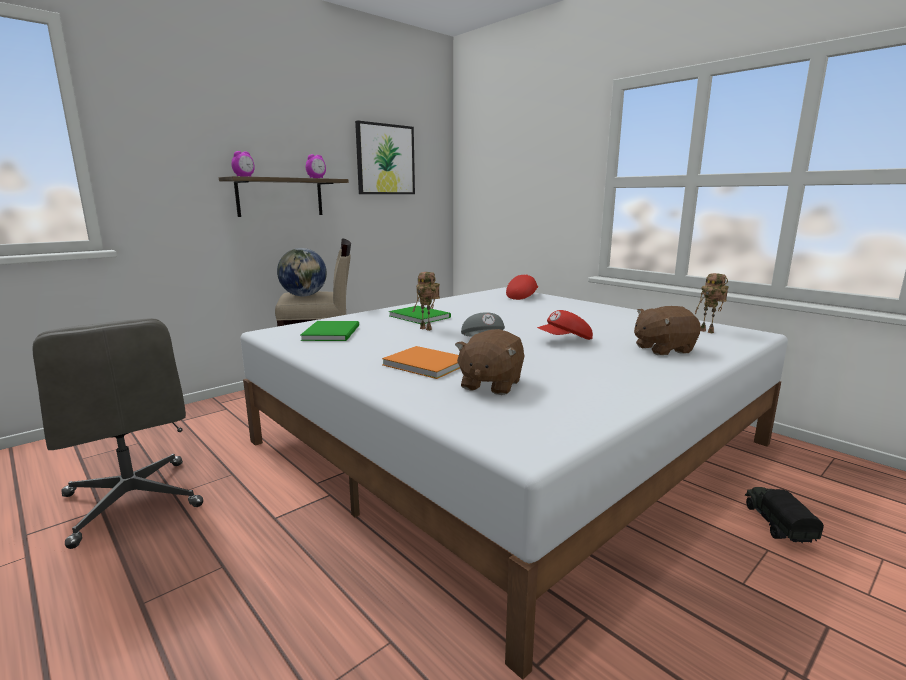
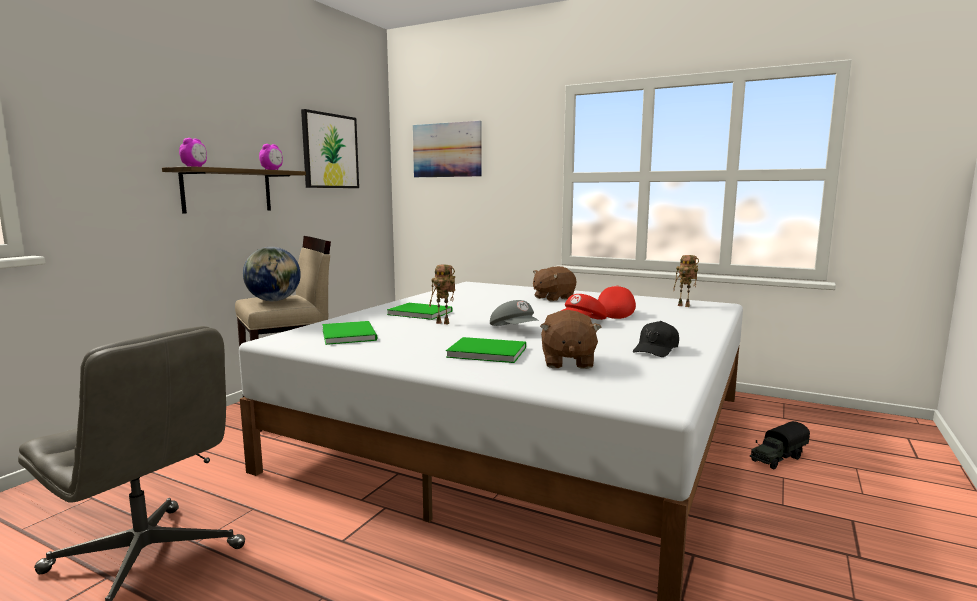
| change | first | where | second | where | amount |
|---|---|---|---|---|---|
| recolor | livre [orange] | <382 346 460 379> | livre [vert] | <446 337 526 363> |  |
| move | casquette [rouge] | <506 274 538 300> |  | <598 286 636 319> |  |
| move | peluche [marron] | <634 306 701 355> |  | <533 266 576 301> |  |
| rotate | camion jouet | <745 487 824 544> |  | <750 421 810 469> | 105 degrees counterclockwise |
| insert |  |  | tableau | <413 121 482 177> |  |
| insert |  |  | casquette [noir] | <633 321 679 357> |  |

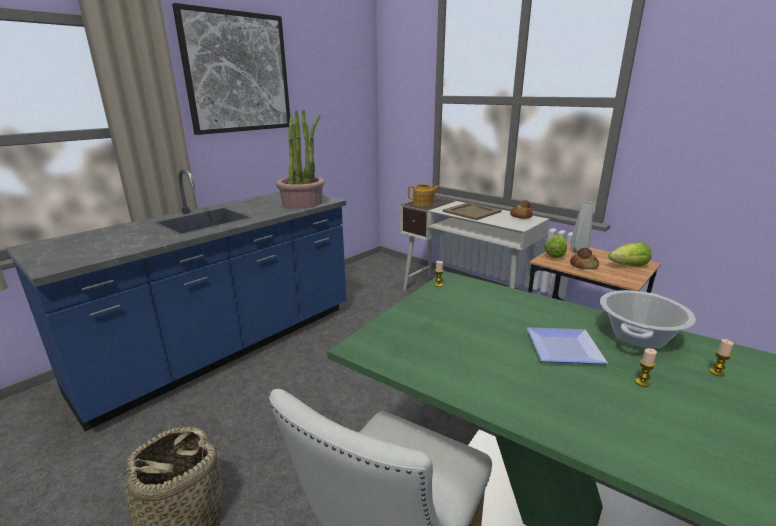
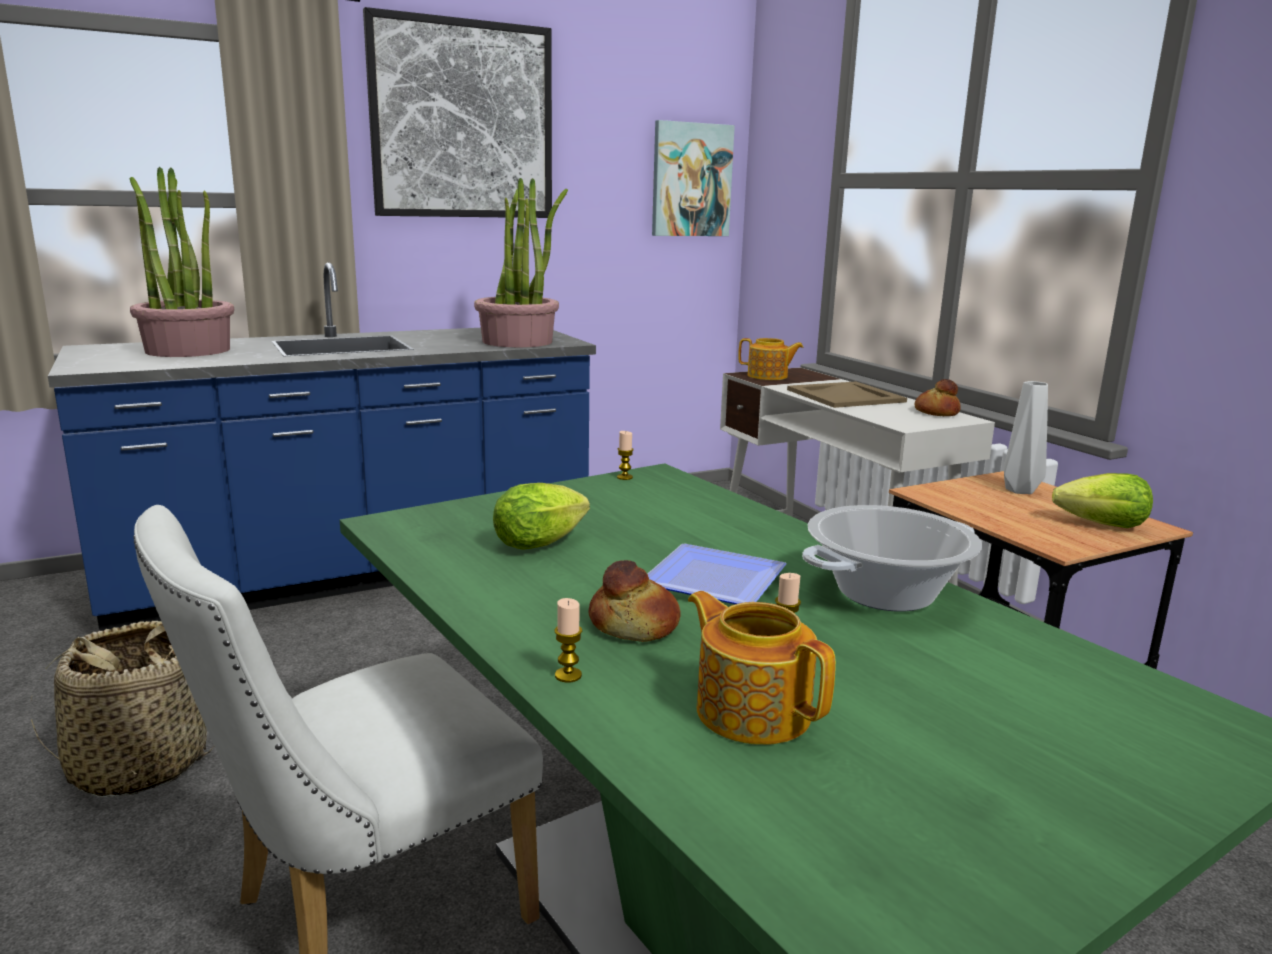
| change | first | where | second | where | amount |
|---|---|---|---|---|---|
| move | laitue | <544 236 567 258> |  | <493 483 590 550> |  |
| move | pain | <570 248 599 269> |  | <589 560 680 642> |  |
| move | bougie | <710 339 734 377> |  | <555 598 582 683> |  |
| insert |  |  | plante en pot | <129 167 234 357> |  |
| insert |  |  | tableau | <652 120 735 236> |  |
| insert |  |  | théière | <688 591 836 745> |  |

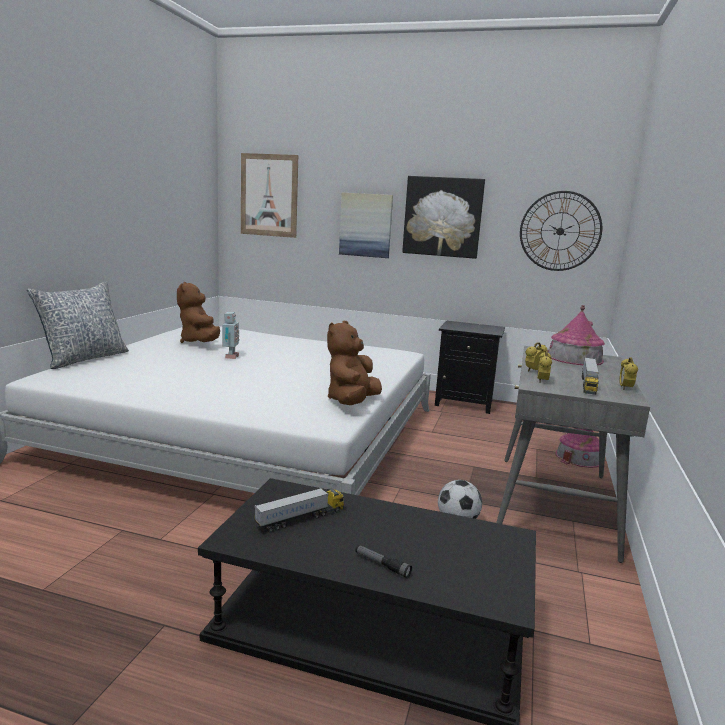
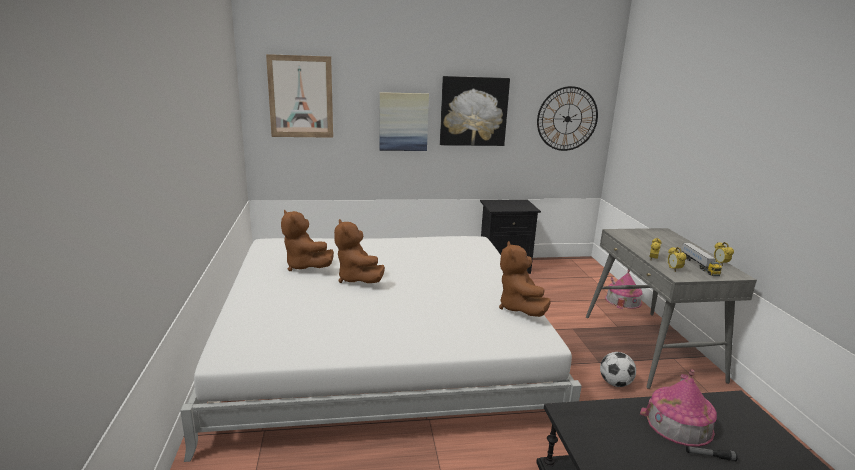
| change | first | where | second | where | amount |
|---|---|---|---|---|---|
| delete | coussin | <27 281 129 369> |  |  |  |
| replace | robot jouet | <222 312 240 359> | peluche [marron] | <334 219 385 283> |  |
| delete | camion jouet | <254 488 344 532> |  |  |  |
| move | maison miniature | <548 305 605 365> |  | <640 369 717 447> |  |

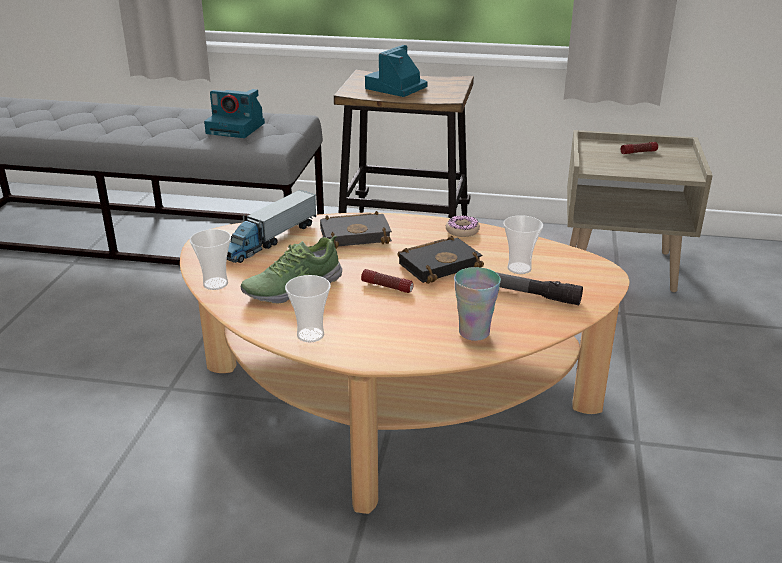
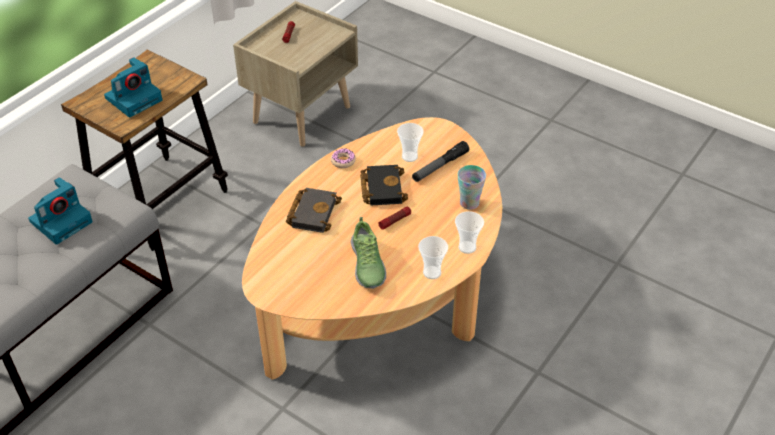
| change | first | where | second | where | amount |
|---|---|---|---|---|---|
| move | tasse | <190 229 231 290> |  | <455 211 484 254> |  |
| delete | camion jouet | <227 190 316 263> |  |  |  |
| rotate | appareil photo | <365 45 427 97> |  | <104 57 162 118> | 105 degrees counterclockwise |

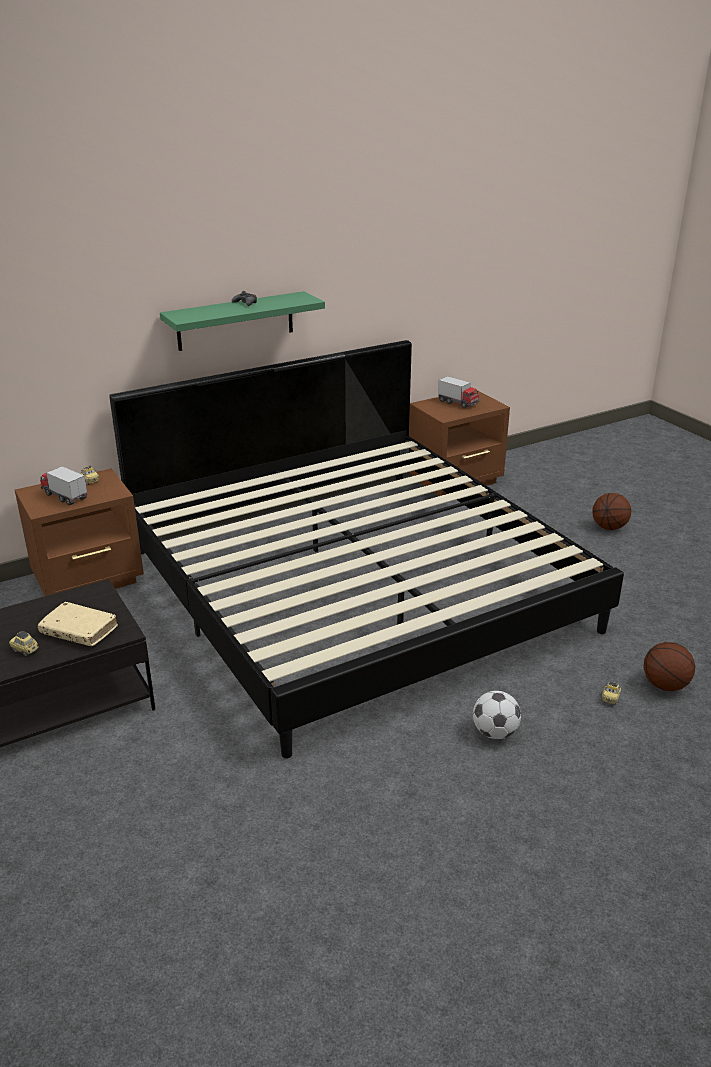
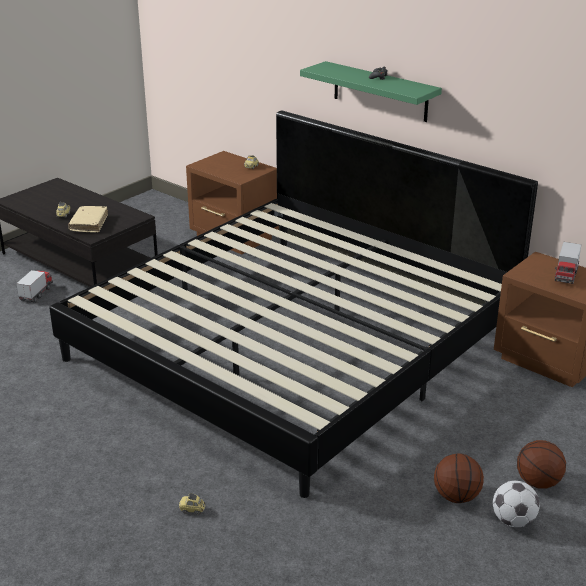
| change | first | where | second | where | amount |
|---|---|---|---|---|---|
| move | camion jouet | <40 466 87 505> |  | <16 270 53 303> |  |
| move | ballon de foot | <473 691 521 739> |  | <493 481 540 527> |  |
| move | ballon de basket | <644 642 695 691> |  | <434 453 484 503> |  |

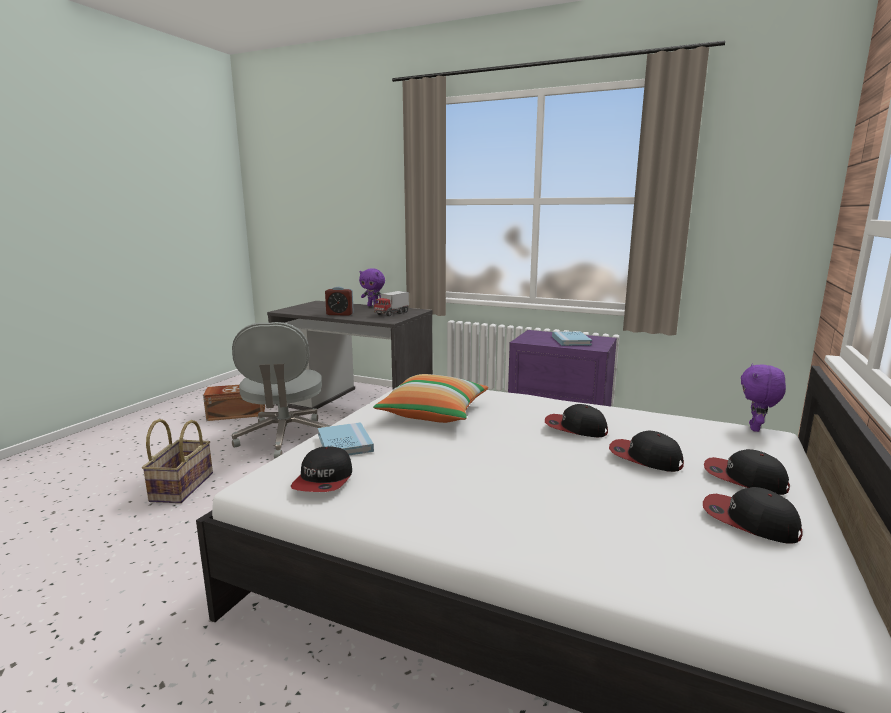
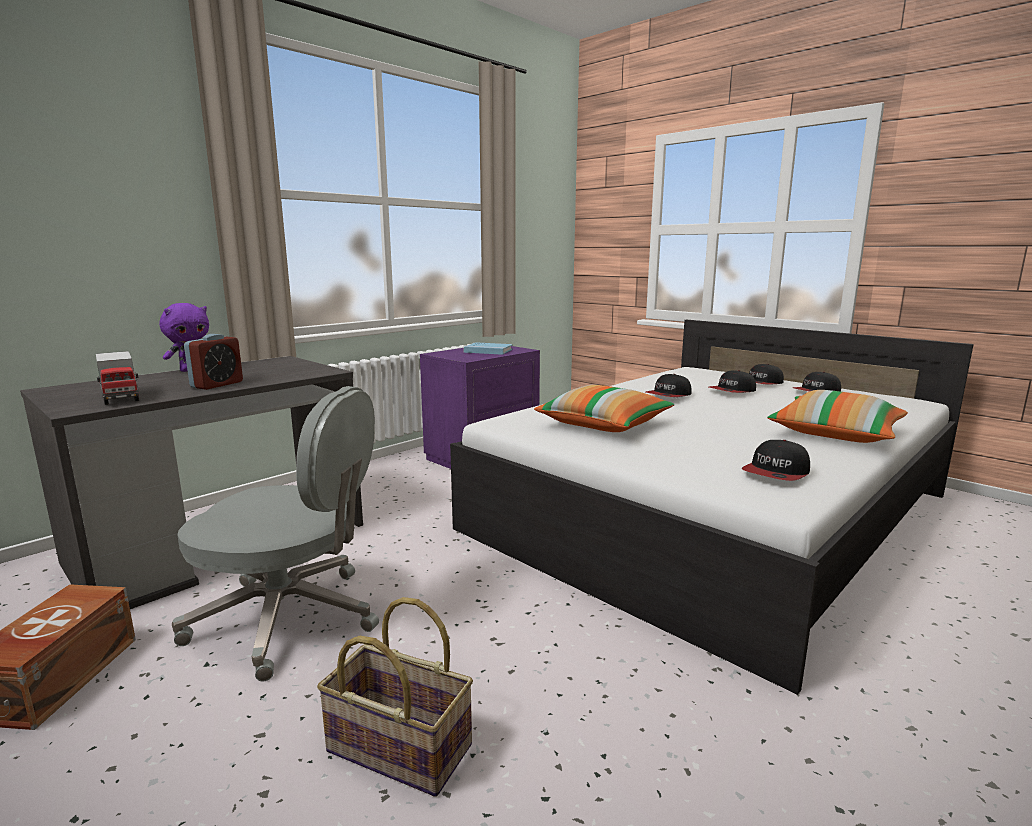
| change | first | where | second | where | amount |
|---|---|---|---|---|---|
| rotate | casquette | <291 446 352 492> |  | <742 440 810 481> | 105 degrees clockwise |
| delete | livre [bleu] | <318 422 374 456> |  |  |  |
| move | camion jouet | <374 291 409 316> |  | <96 351 139 405> |  |
| delete | peluche [violet] | <741 364 786 432> |  |  |  |
| insert |  |  | coussin | <767 390 908 443> |  |

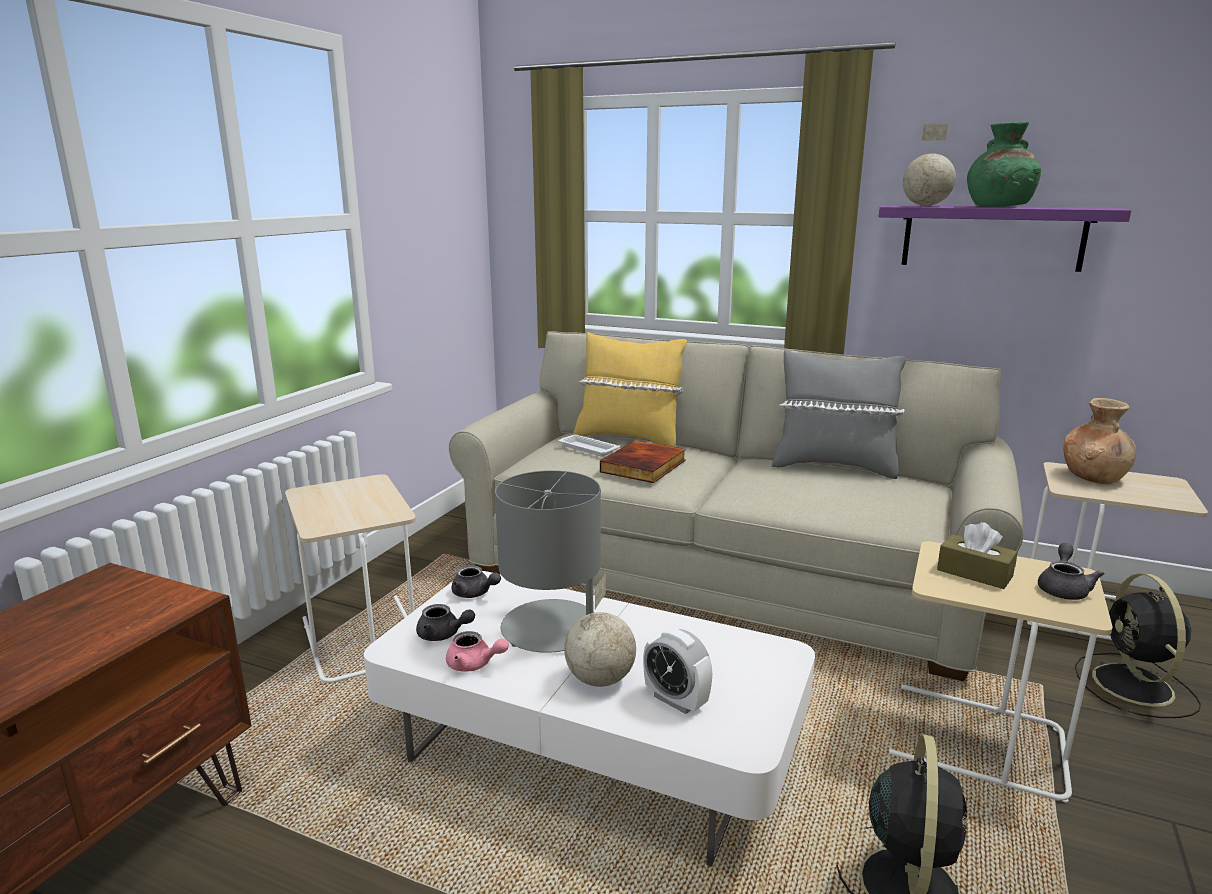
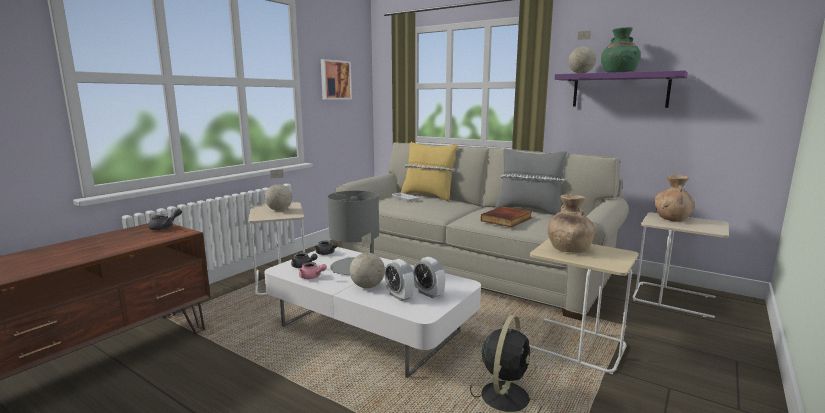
| change | first | where | second | where | amount |
|---|---|---|---|---|---|
| move | livre | <600 440 686 483> |  | <481 207 532 227> |  |
| replace | boîte à mouchoirs [marron] | <937 522 1018 589> | vase [marron] | <548 194 595 253> |  |
| move | théière [gris] | <1038 543 1105 600> |  | <149 208 182 231> |  |
| delete | ventilateur [noir] | <1075 573 1201 718> |  |  |  |
| insert |  |  | globe | <265 170 292 211> |  |
| insert |  |  | tableau | <321 59 352 100> |  |
| insert |  |  | réveil | <413 257 445 298> |  |

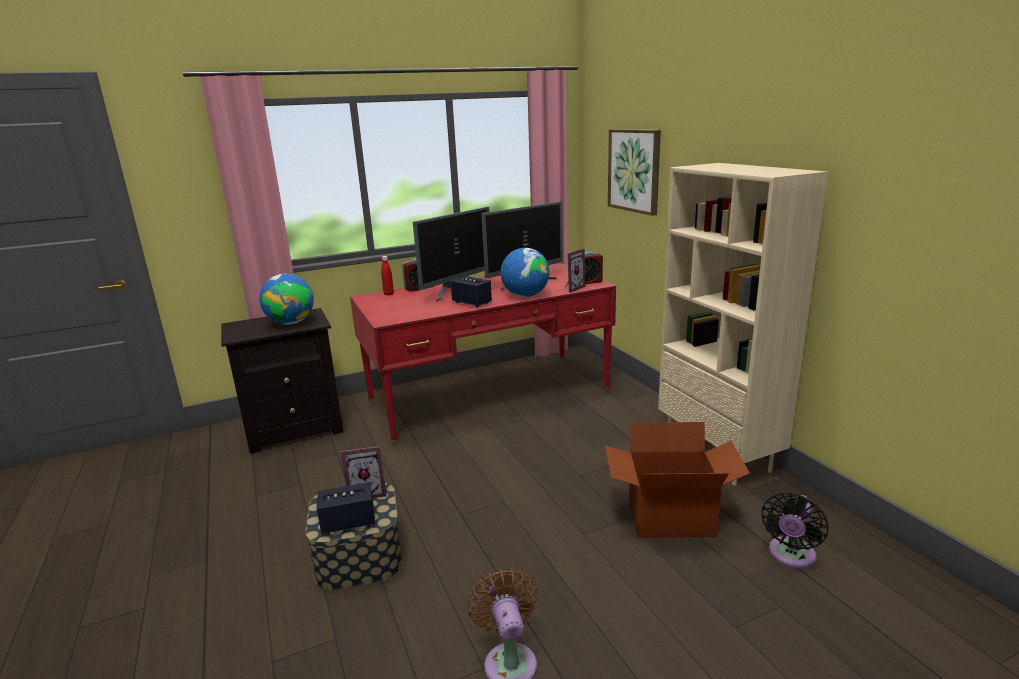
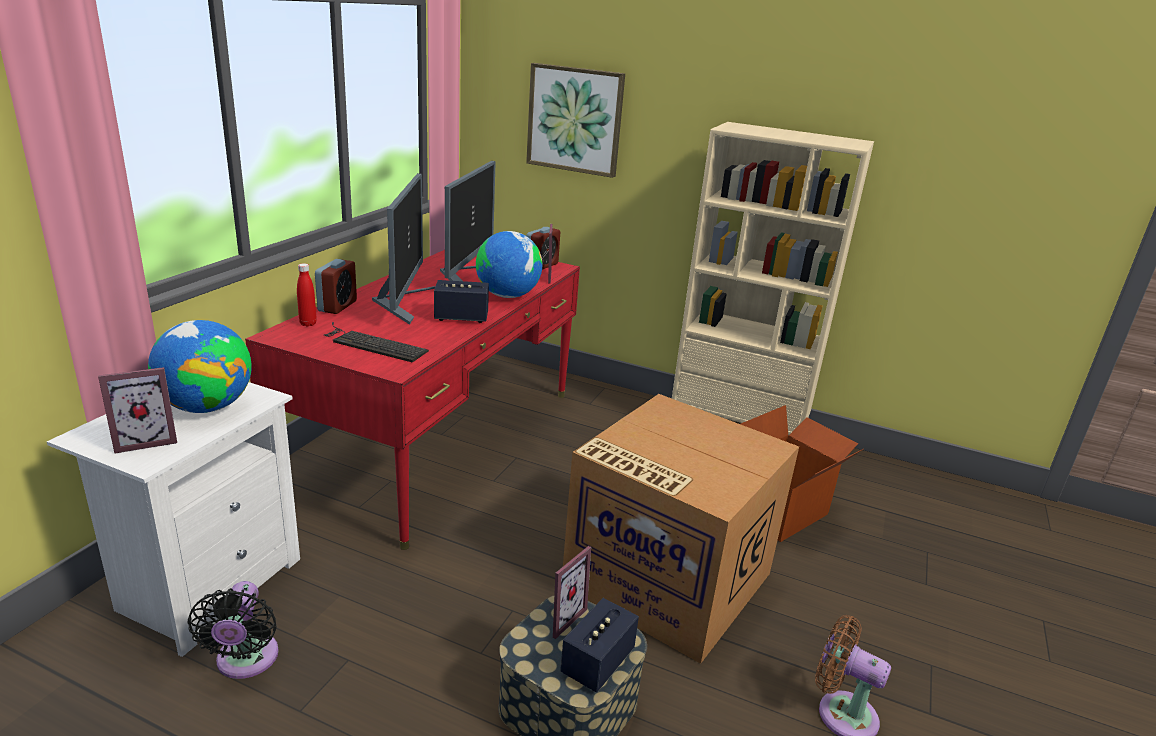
| change | first | where | second | where | amount |
|---|---|---|---|---|---|
| recolor | table de chevet [noir] | <221 308 343 454> | table de chevet [blanc] | <47 382 300 657> |  |
| move | ventilateur [noir] | <762 492 829 568> |  | <188 581 278 679> |  |
| insert |  |  | cadre photo | <98 367 177 453> |  |
| insert |  |  | clavier | <324 322 429 362> |  |
| insert |  |  | carton | <563 394 799 664> |  |

